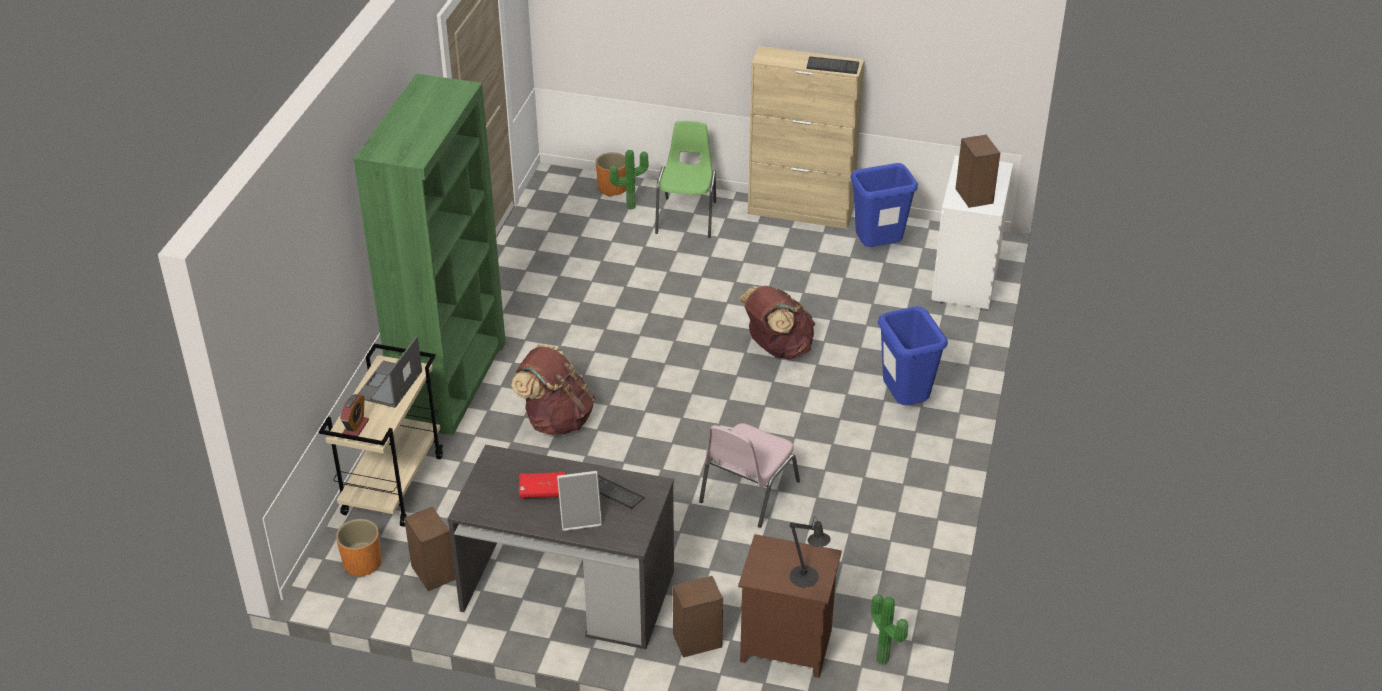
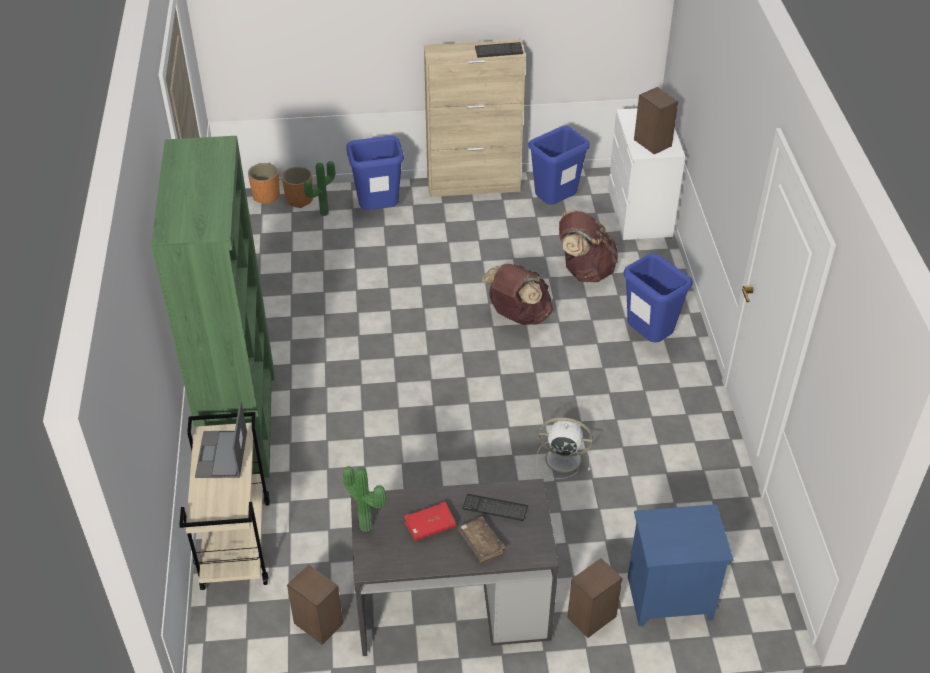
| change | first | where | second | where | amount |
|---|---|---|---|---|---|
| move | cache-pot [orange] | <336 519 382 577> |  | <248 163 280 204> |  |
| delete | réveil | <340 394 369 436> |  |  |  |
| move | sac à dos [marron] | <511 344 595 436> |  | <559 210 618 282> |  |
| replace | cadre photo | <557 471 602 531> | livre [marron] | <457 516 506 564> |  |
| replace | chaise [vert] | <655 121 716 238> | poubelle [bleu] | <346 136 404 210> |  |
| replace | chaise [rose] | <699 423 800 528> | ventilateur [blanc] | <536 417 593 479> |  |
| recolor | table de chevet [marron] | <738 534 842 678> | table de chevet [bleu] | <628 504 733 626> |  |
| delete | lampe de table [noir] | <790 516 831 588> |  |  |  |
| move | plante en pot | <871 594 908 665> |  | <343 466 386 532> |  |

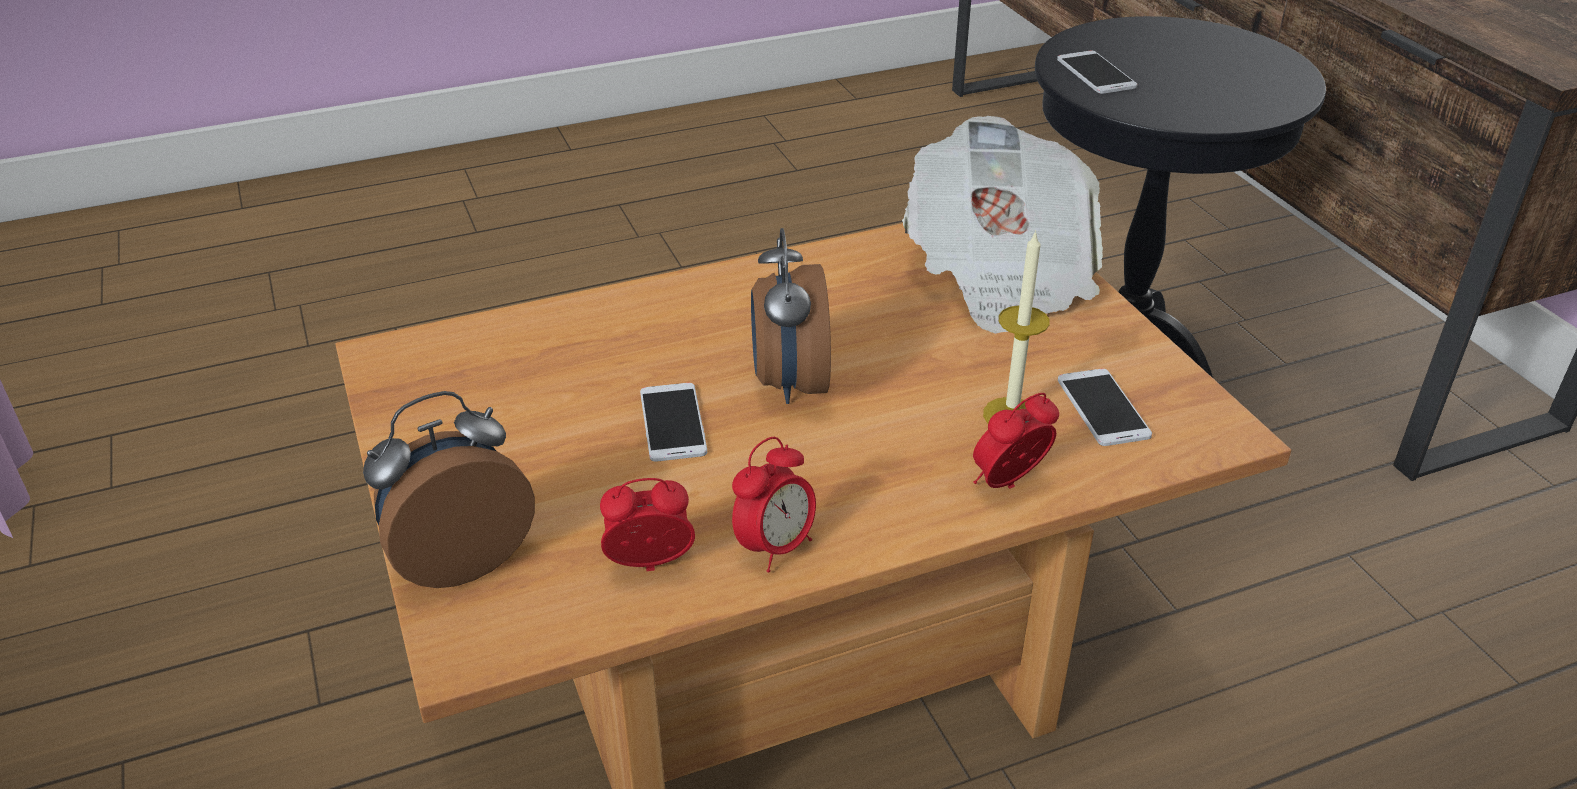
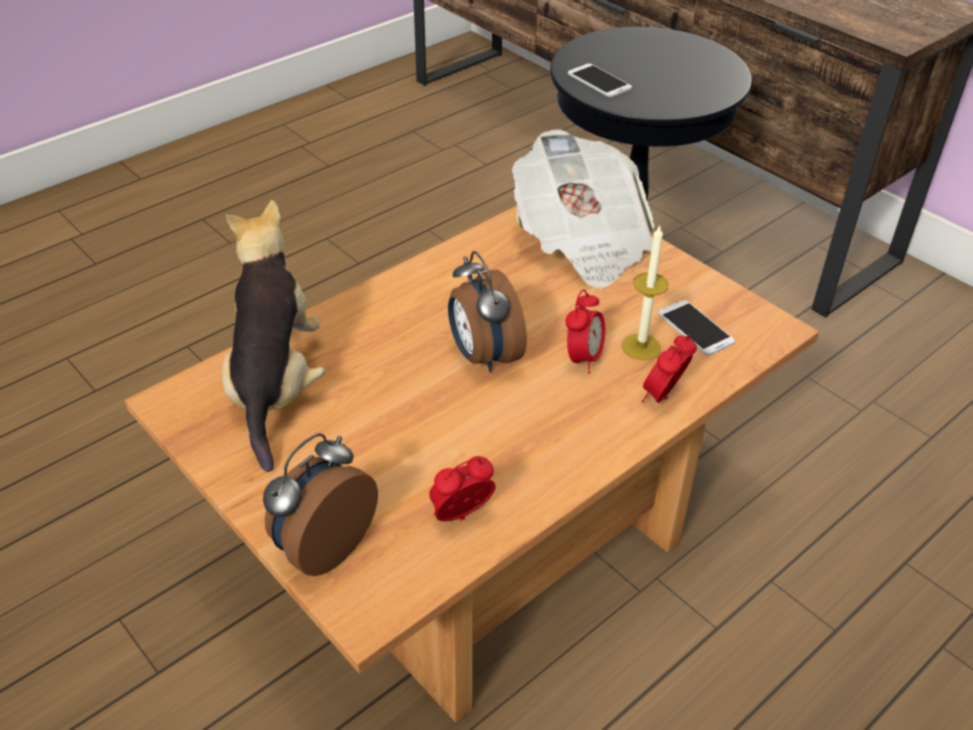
| change | first | where | second | where | amount |
|---|---|---|---|---|---|
| delete | téléphone | <640 383 707 462> |  |  |  |
| move | réveil | <732 437 816 572> |  | <566 289 606 374> |  |
| insert |  |  | peluche | <222 200 325 472> |  |

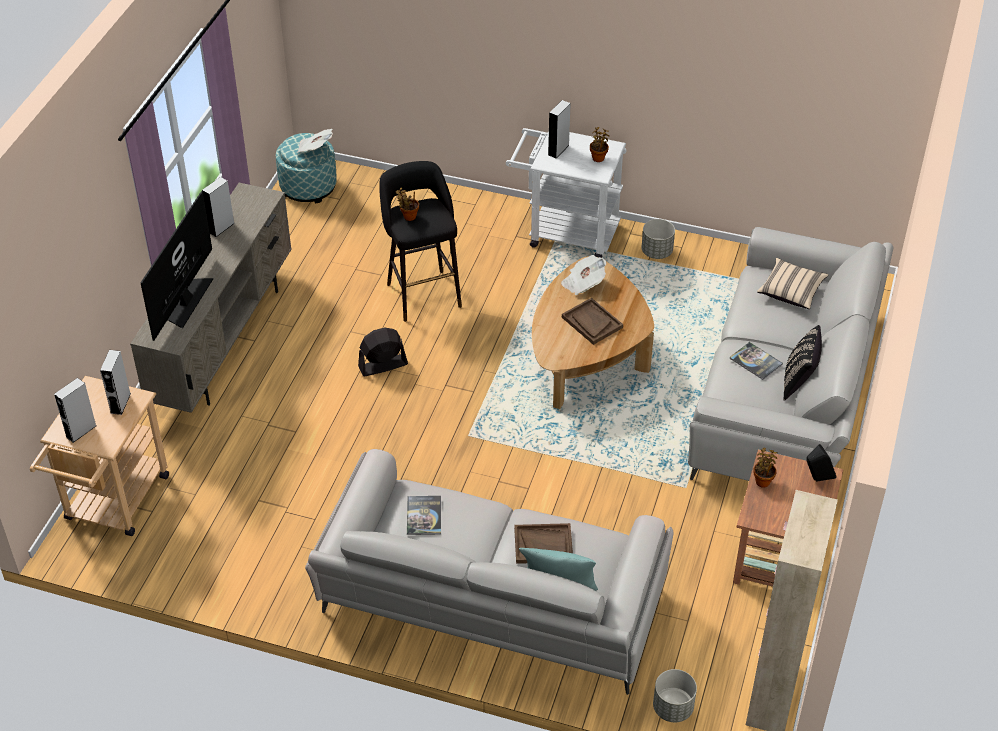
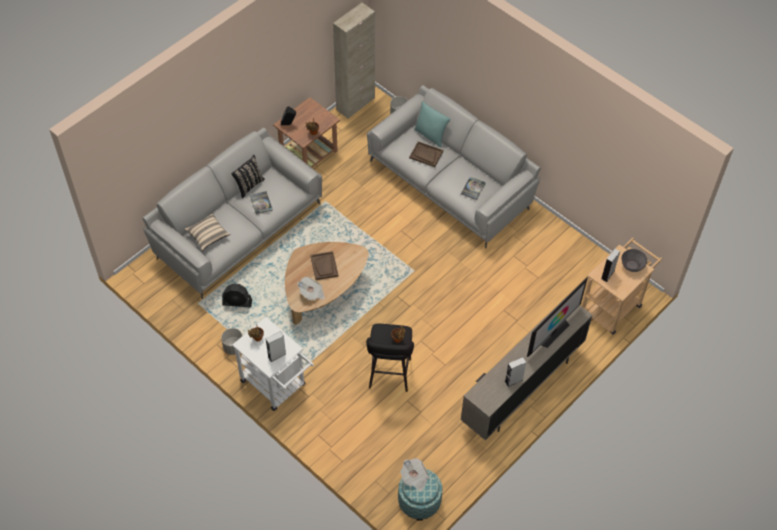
| change | first | where | second | where | amount |
|---|---|---|---|---|---|
| replace | enceinte [gris] | <54 378 97 443> | bol [gris] | <622 249 647 272> |  |
| move | ventilateur [noir] | <358 327 408 376> |  | <222 284 252 308> |  |

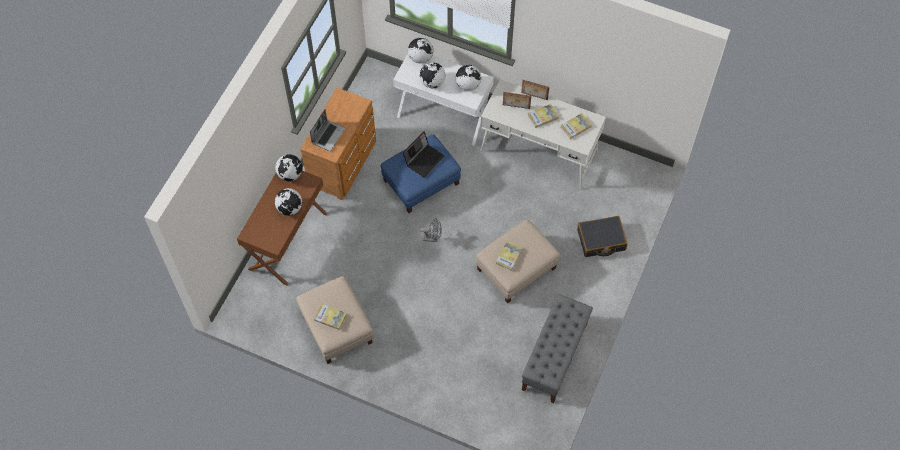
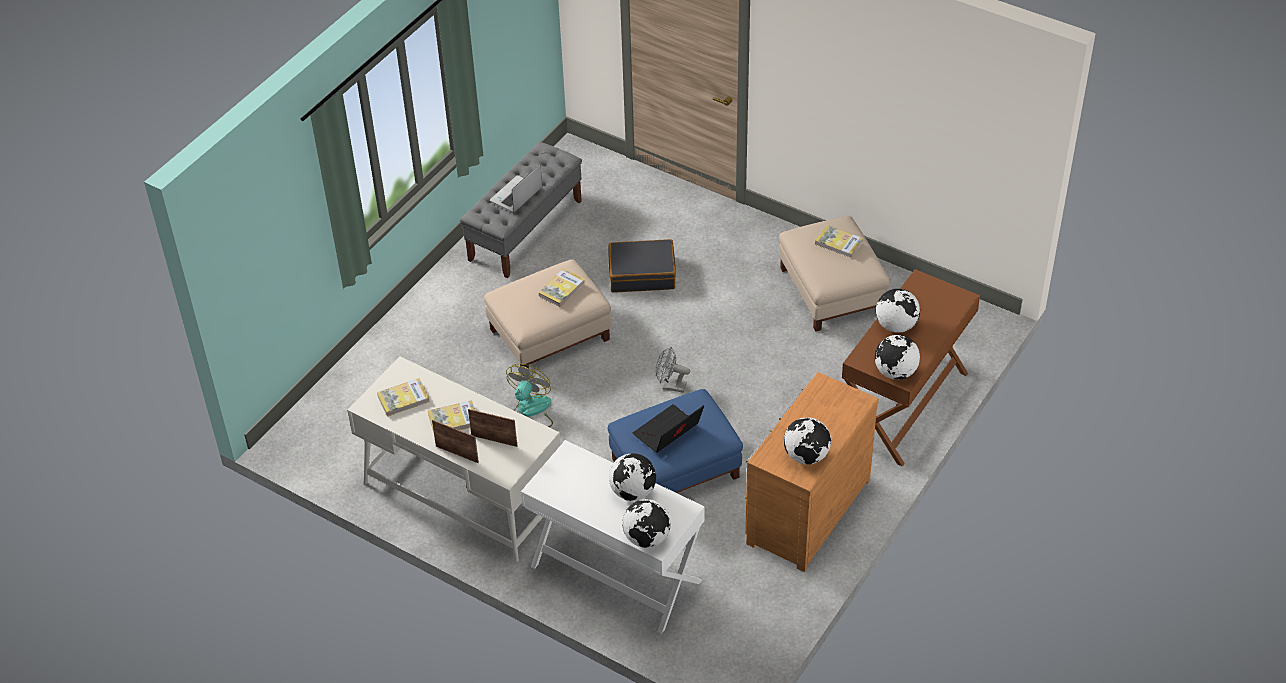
| change | first | where | second | where | amount |
|---|---|---|---|---|---|
| move | ordinateur portable | <310 109 345 151> |  | <490 164 542 213> |  |
| move | globe | <456 65 481 91> |  | <784 417 831 465> |  |
| move | valise [noir] | <577 216 628 257> |  | <608 239 676 292> |  |
| insert |  |  | ventilateur | <506 363 553 427> |  |

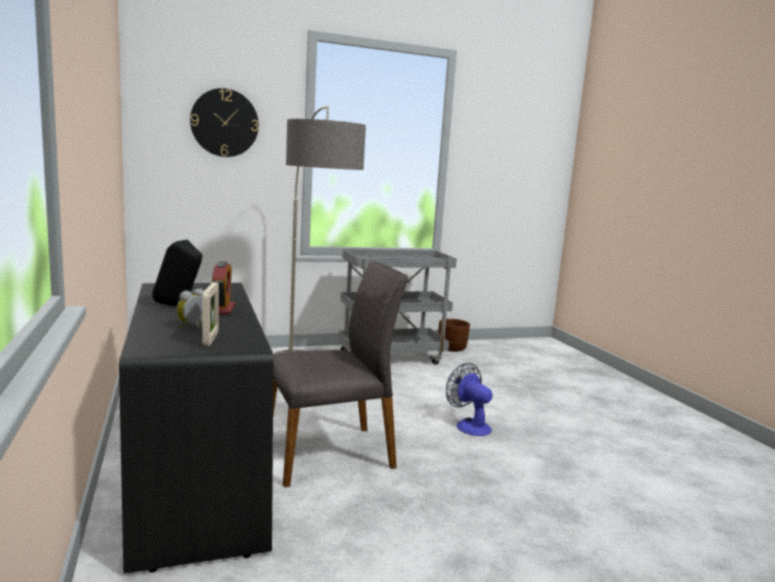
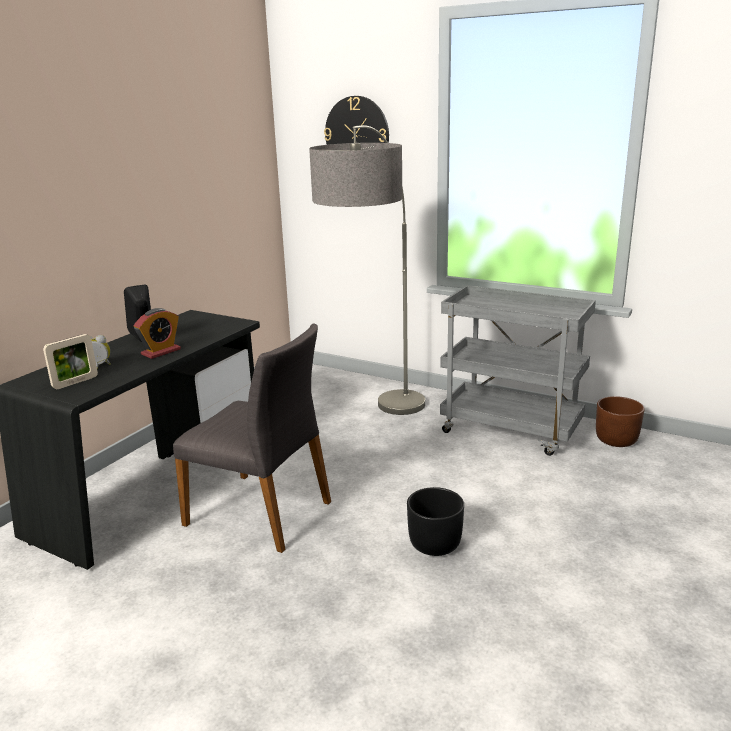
| change | first | where | second | where | amount |
|---|---|---|---|---|---|
| replace | ventilateur | <446 363 493 436> | cache-pot [noir] | <407 487 464 556> |  |

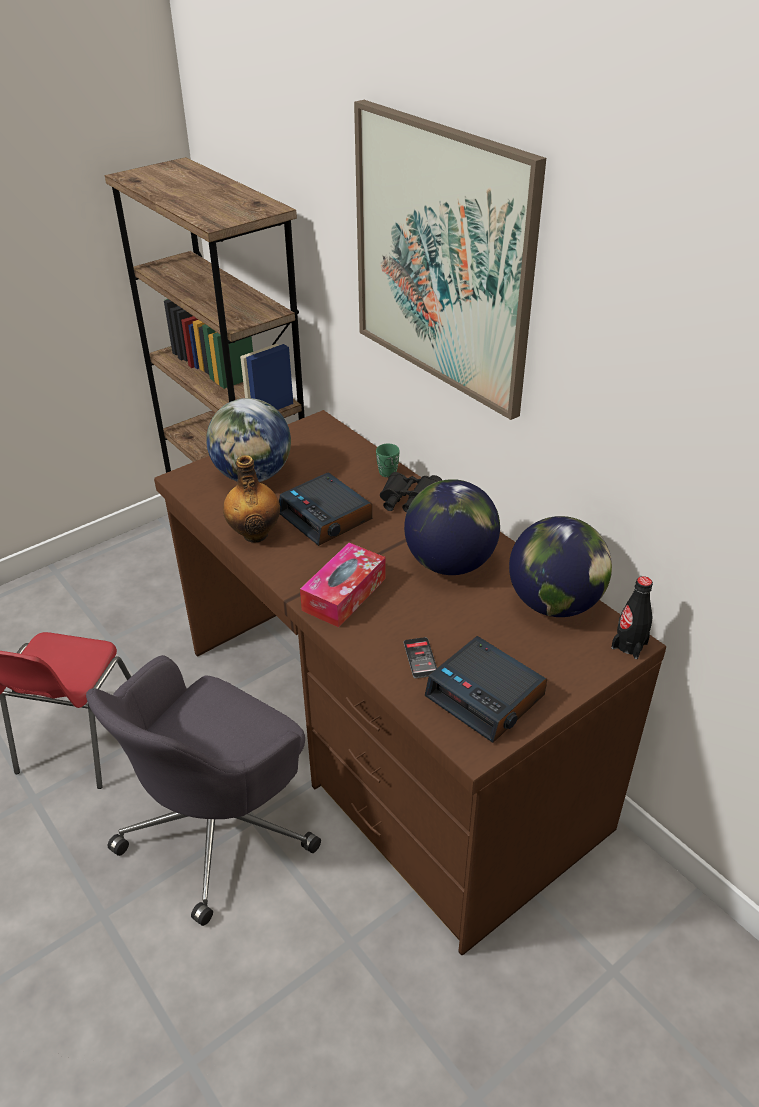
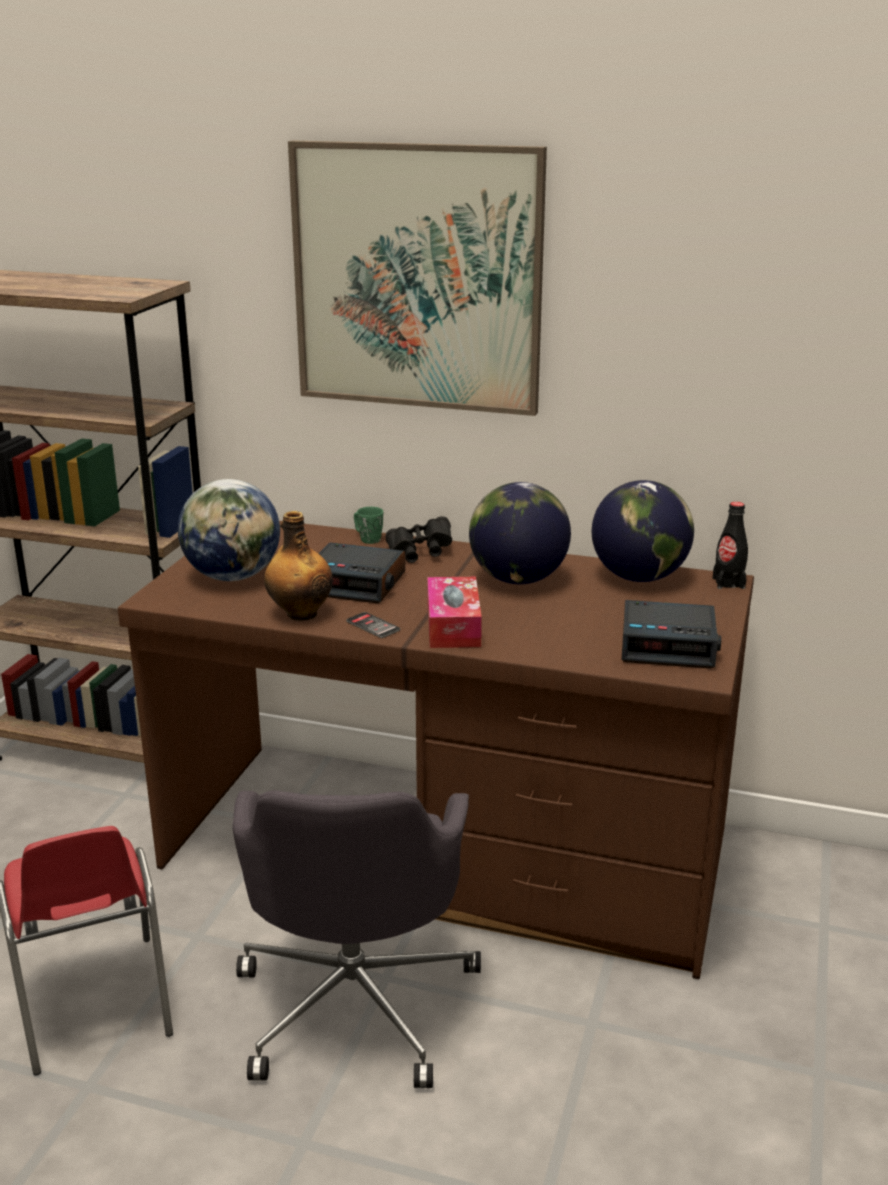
| change | first | where | second | where | amount |
|---|---|---|---|---|---|
| move | téléphone | <404 637 437 678> |  | <346 612 400 638> |  |

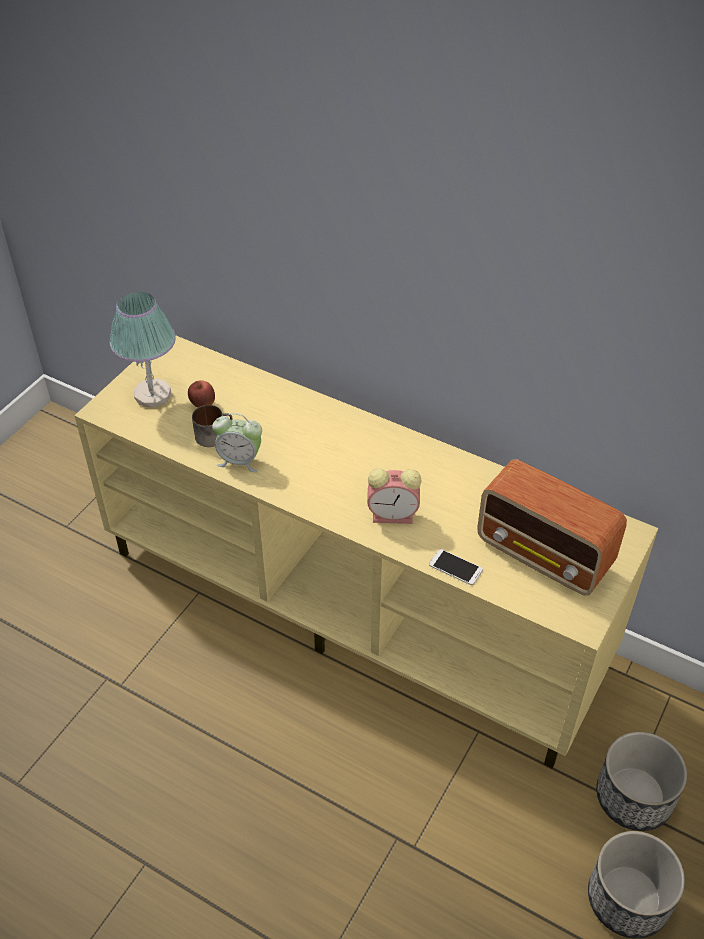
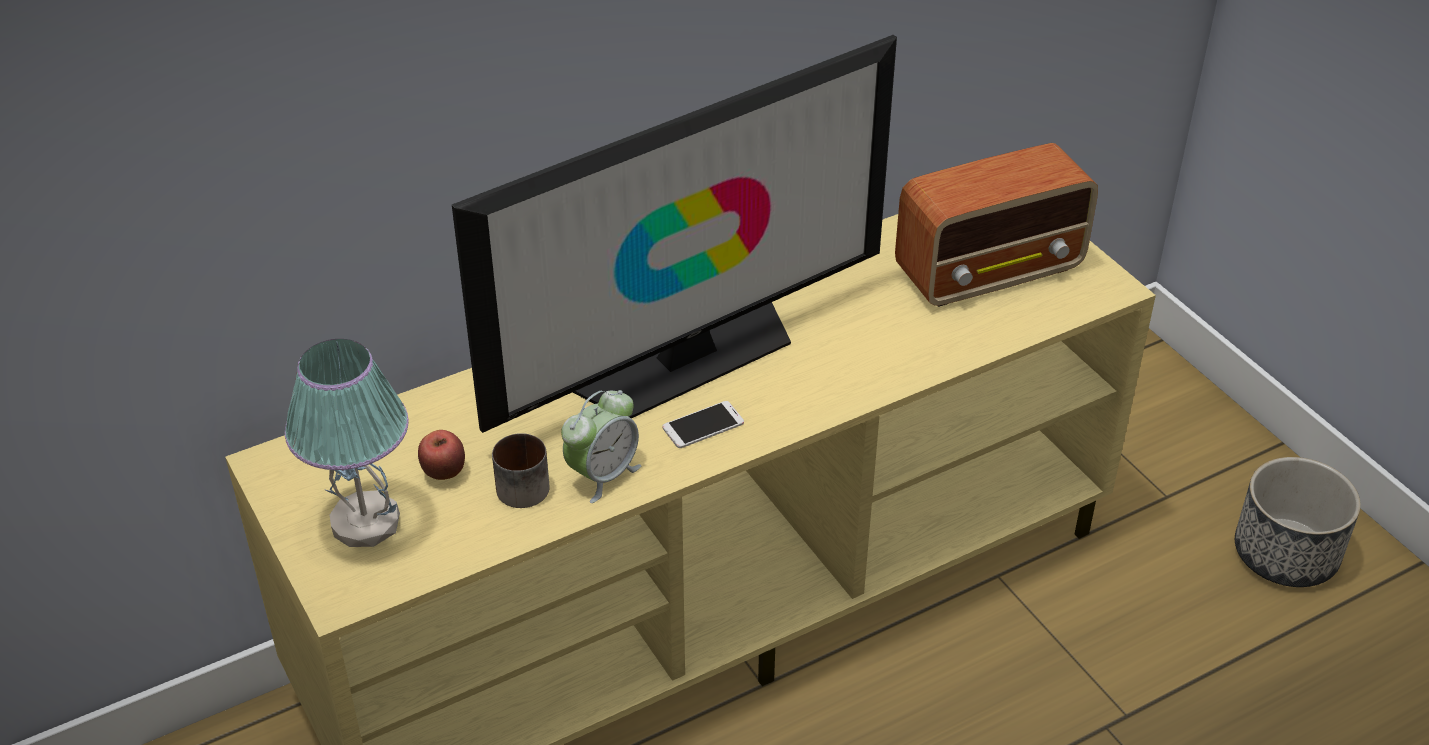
| change | first | where | second | where | amount |
|---|---|---|---|---|---|
| delete | réveil | <367 468 422 524> |  |  |  |
| move | téléphone | <429 549 483 585> |  | <662 401 744 448> |  |
| delete | cache-pot | <596 732 687 831> |  |  |  |
| insert |  |  | téléviseur | <452 35 897 433> |  |

